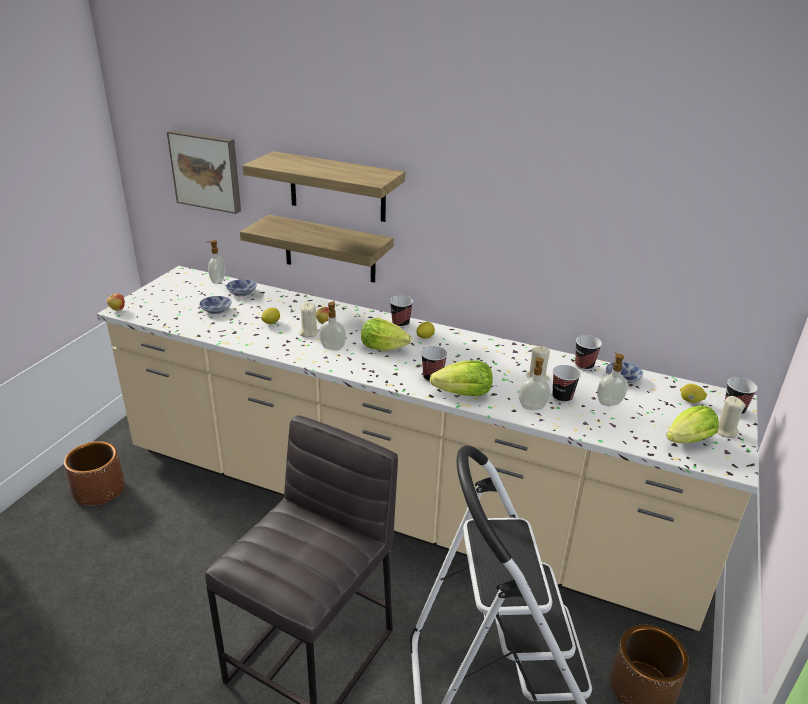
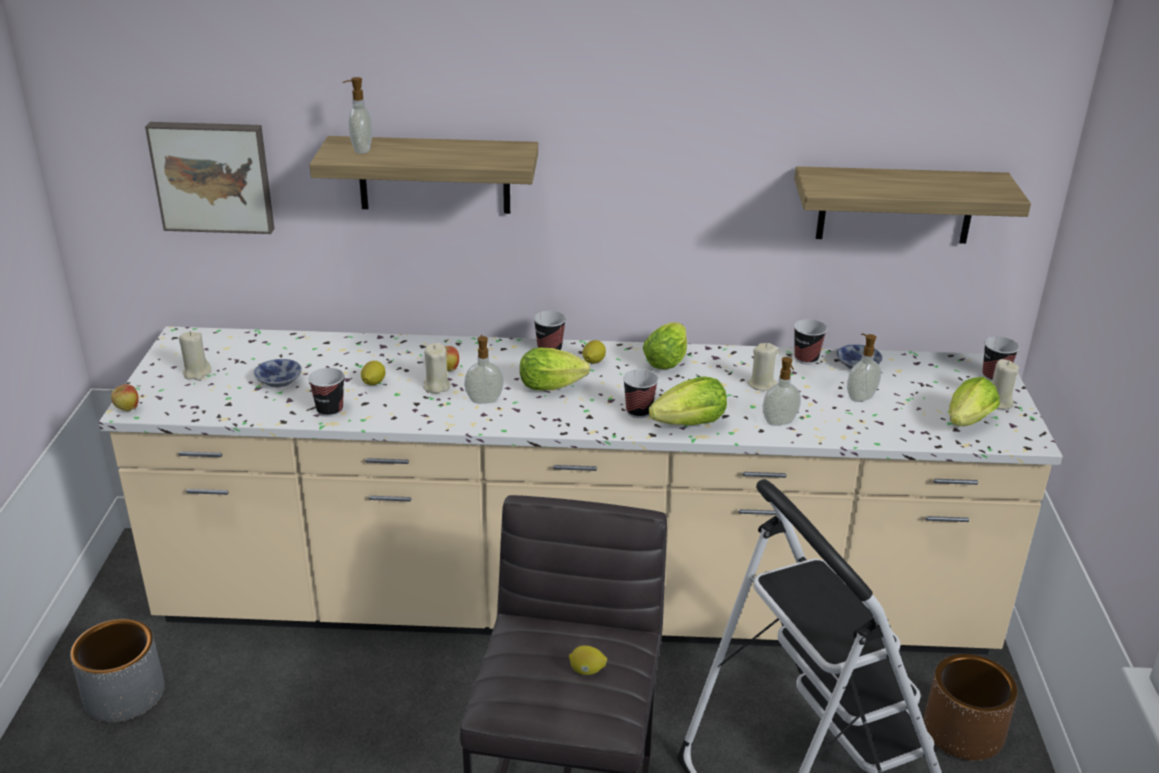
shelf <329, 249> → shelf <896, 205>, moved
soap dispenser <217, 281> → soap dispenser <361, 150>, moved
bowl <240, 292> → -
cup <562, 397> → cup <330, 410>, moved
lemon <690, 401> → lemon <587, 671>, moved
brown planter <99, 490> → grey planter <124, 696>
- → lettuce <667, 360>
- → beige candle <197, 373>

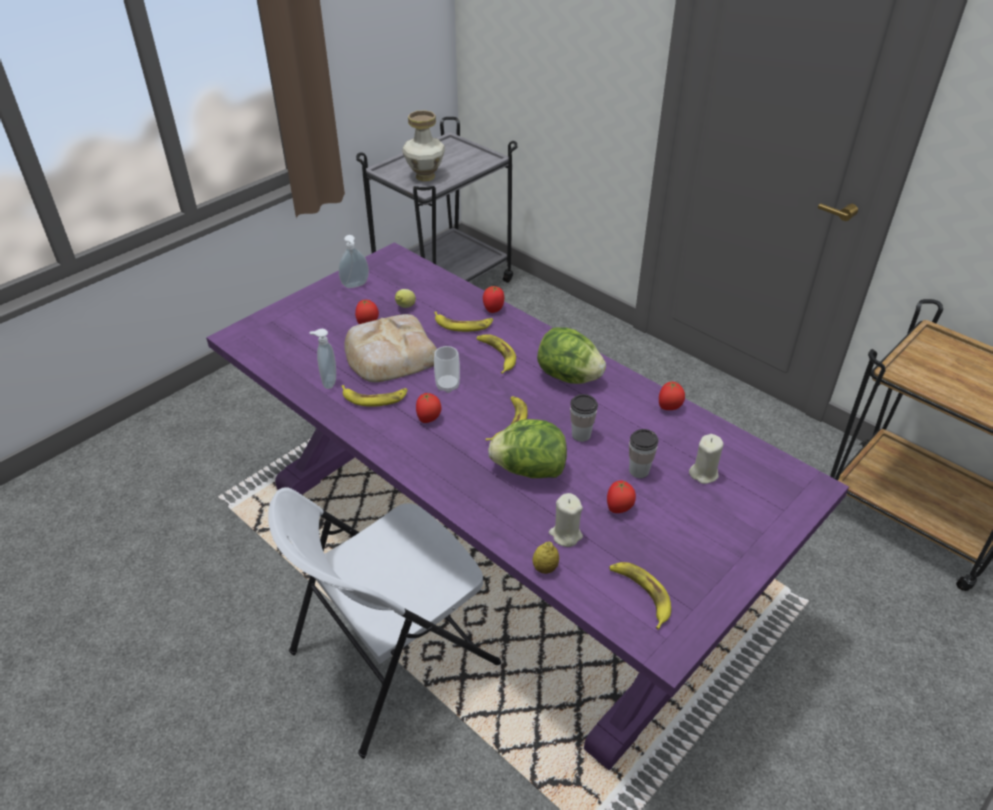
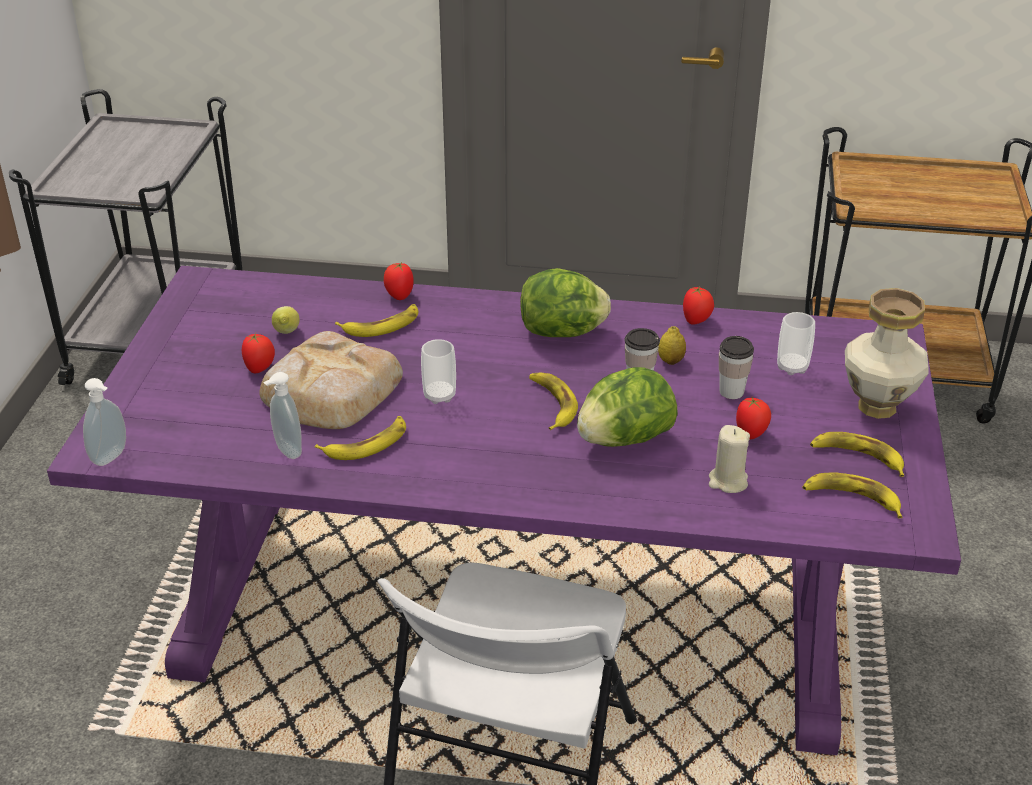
vase <426, 176> → vase <877, 406>, moved
soap dispenser <356, 286> → soap dispenser <112, 457>, moved
banana <496, 355> → banana <857, 457>, moved
tomato <429, 419> → -
beige candle <703, 473> → cup <792, 367>
lemon <545, 568> → lemon <671, 361>, moved

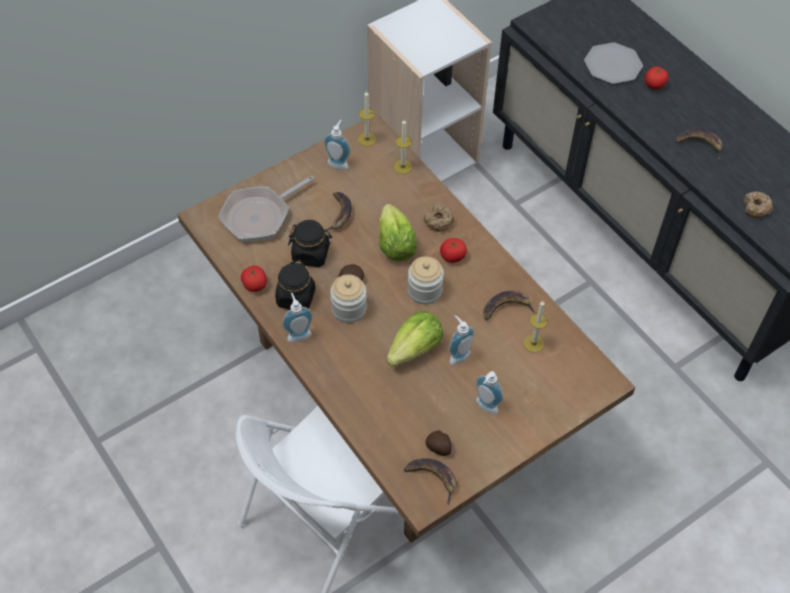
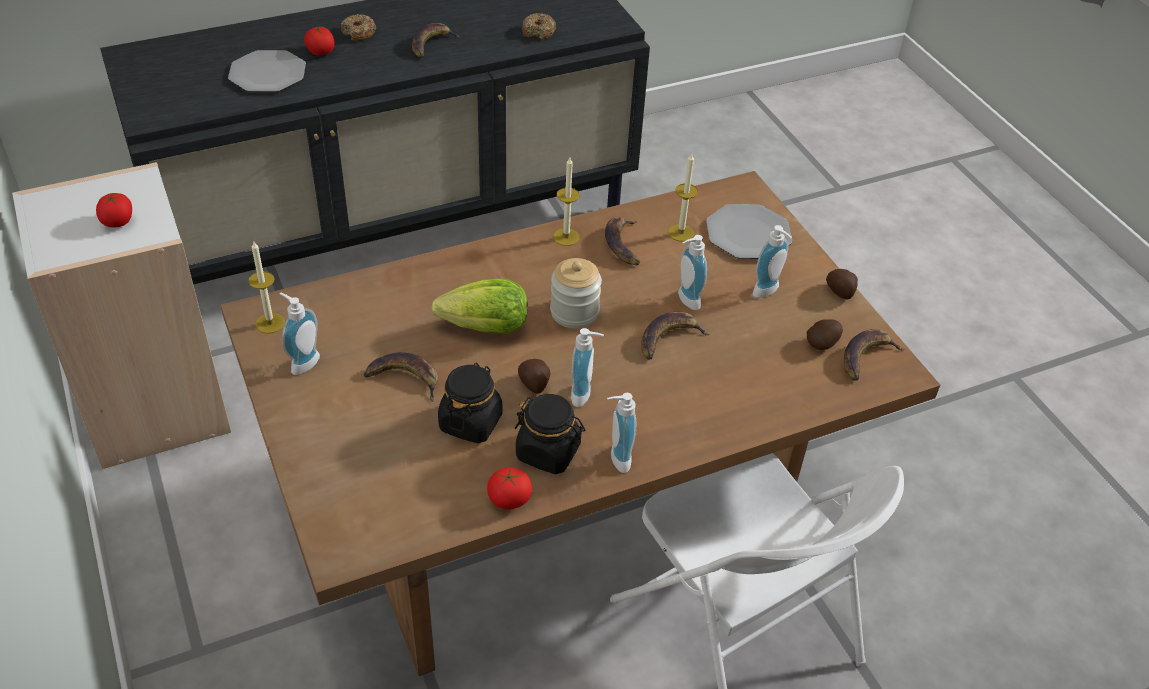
candle <403, 167> → candle <566, 237>, moved
frying pan <260, 216> → -
donut <438, 221> → donut <359, 33>, moved
tomato <452, 256> → tomato <118, 221>, moved
jar <349, 309> → soap dispenser <585, 395>
lettuce <415, 349> → banana <668, 338>
- → plate <748, 234>
- → potato <840, 292>

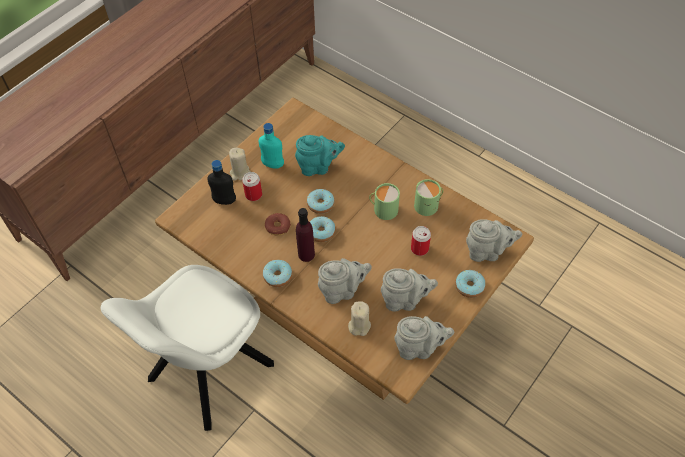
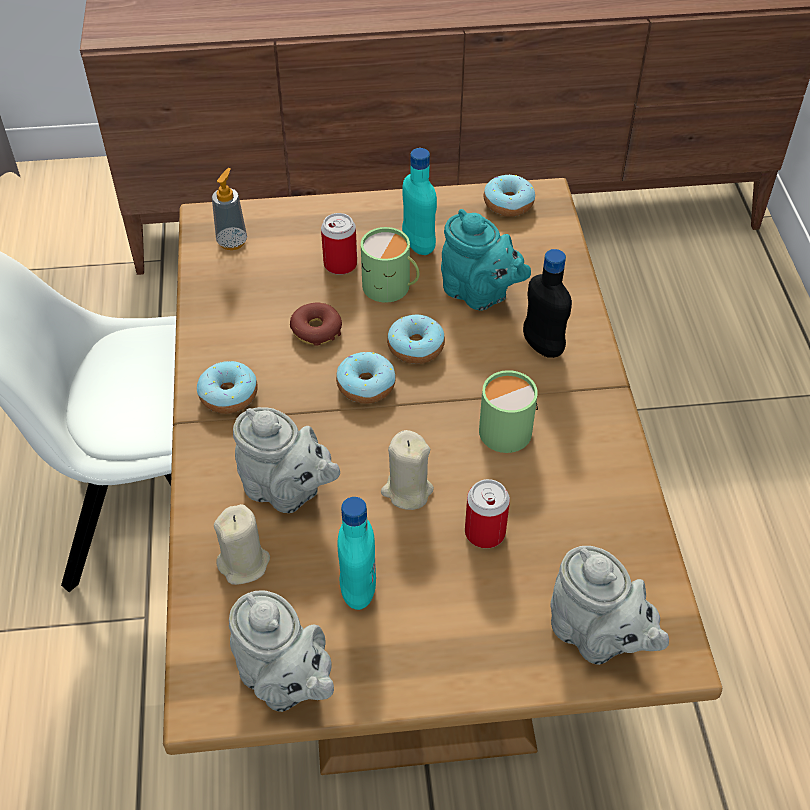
beige candle <240, 173> → beige candle <407, 491>, moved
black bottle <224, 201> → black bottle <542, 346>, moved
green mug <428, 205> → green mug <391, 287>, moved
purple bottle <306, 254> → -
grey teapot <404, 300> → turquoise bottle <358, 589>
donut <469, 286> → donut <508, 203>, moved
- → soap dispenser <232, 241>

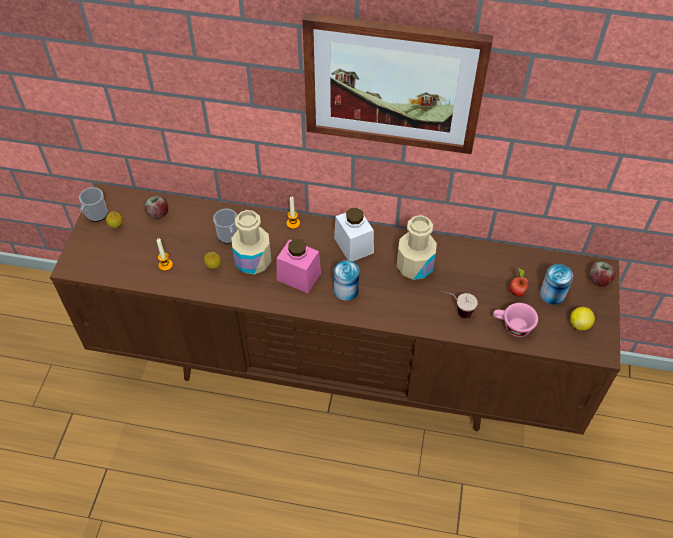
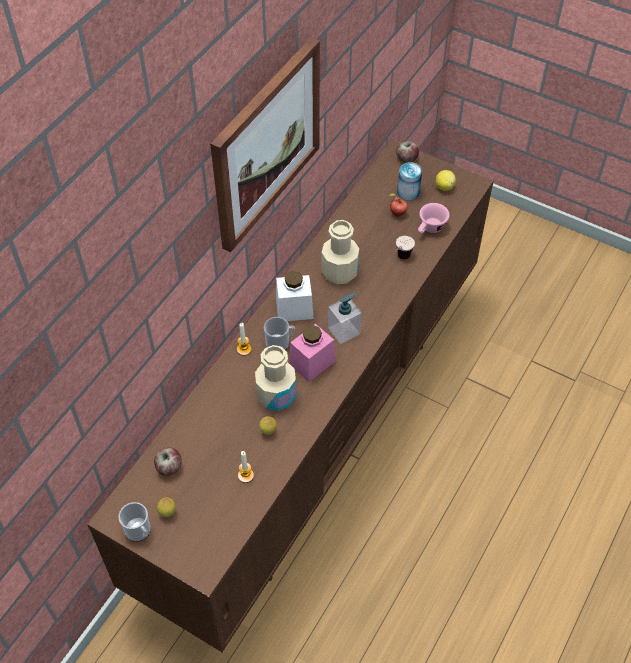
mug <229, 237> → mug <280, 344>, moved
can <346, 290> → soap dispenser <344, 331>

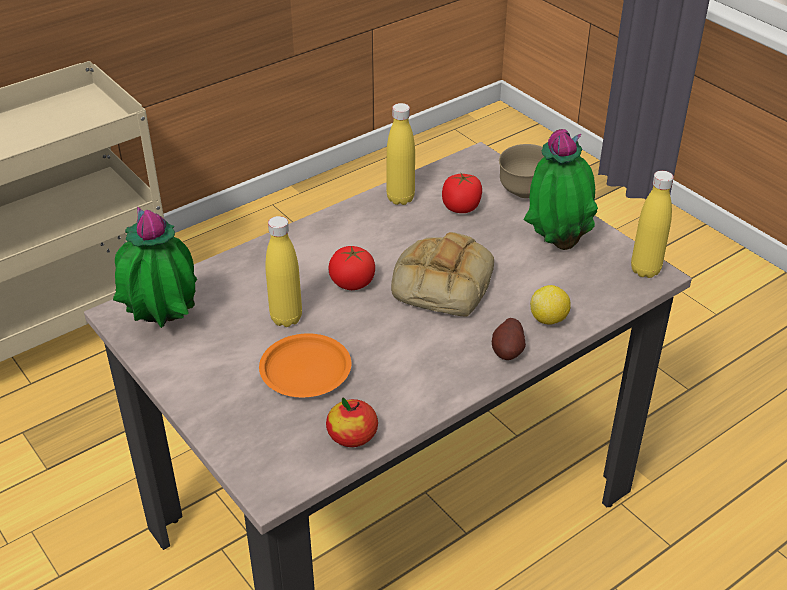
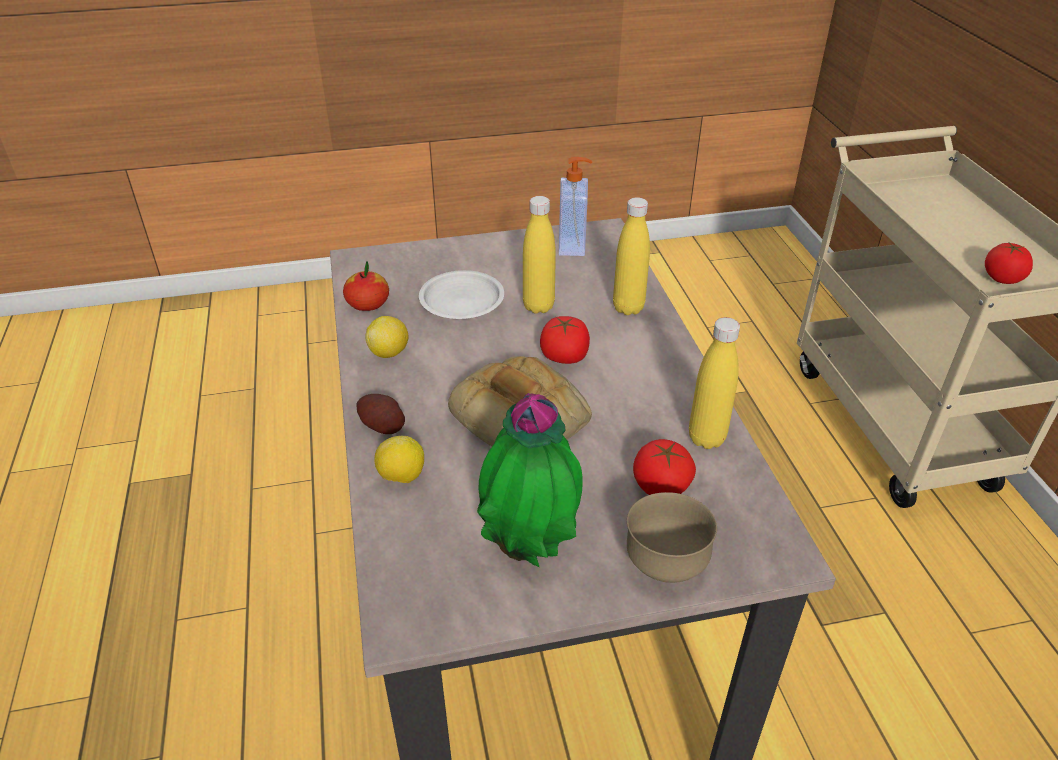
yellow bottle <645, 270> → yellow bottle <628, 308>, moved
potted plant <163, 326> → soap dispenser <573, 246>
orange plate <306, 370> → white plate <462, 301>
- → tomato <1002, 278>
- → lemon <389, 353>

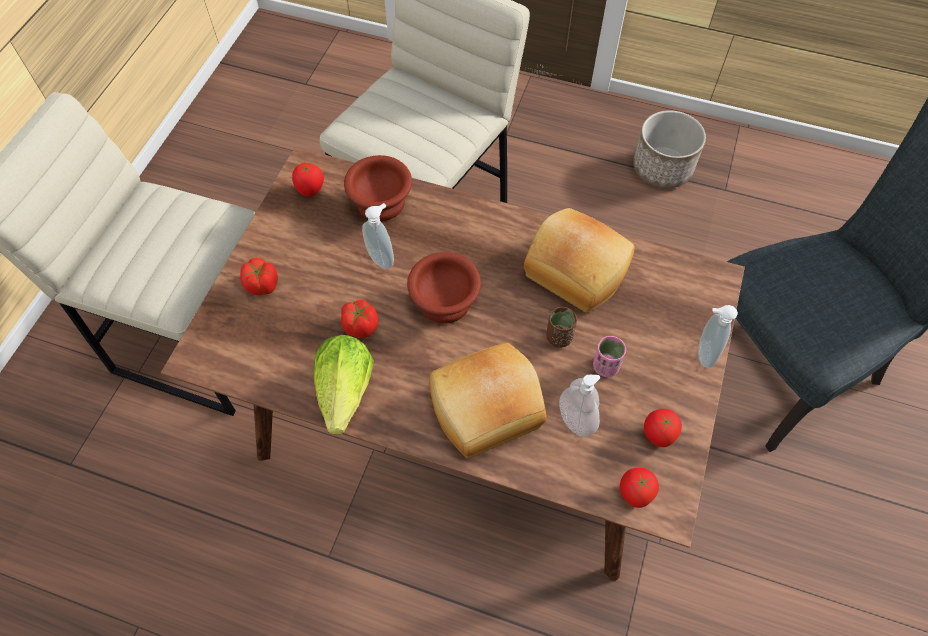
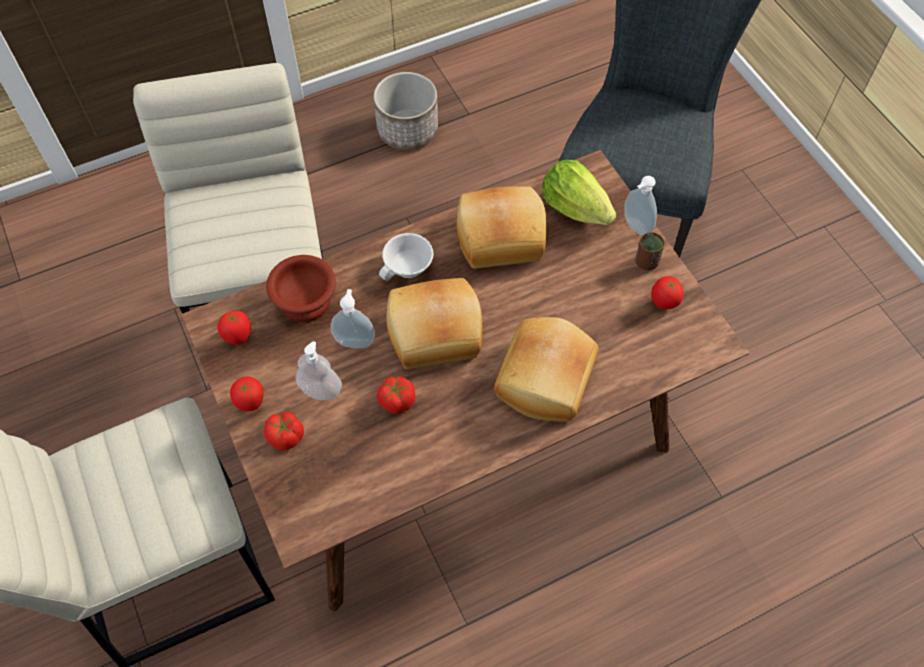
brown bowl <442, 302> → bread <435, 335>
brown cup <559, 337> → brown cup <646, 262>, moved
lettuce <345, 391> → lettuce <575, 207>, moved
pink cup <605, 366> → -
soap dispenser <576, 419> → soap dispenser <320, 389>, moved
tomato <634, 494> → tomato <250, 403>, moved
- → white cup <408, 268>

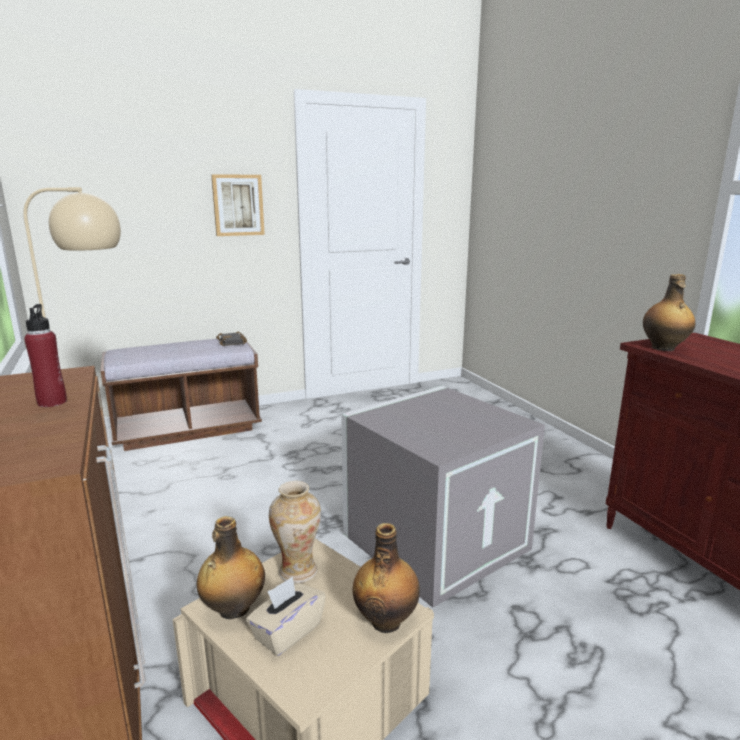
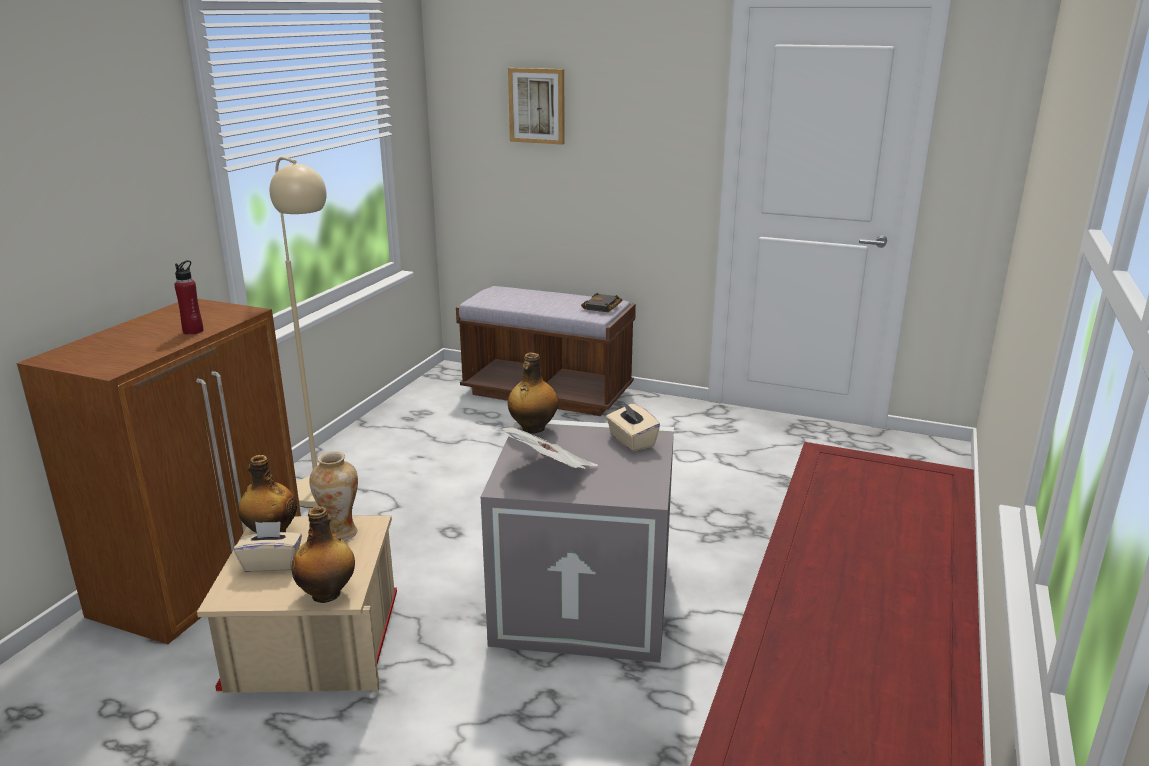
picture <238, 205> → picture <537, 105>, moved
bottle <663, 348> → bottle <532, 429>, moved
- → beige tissue box <631, 441>
- → newspaper <551, 471>

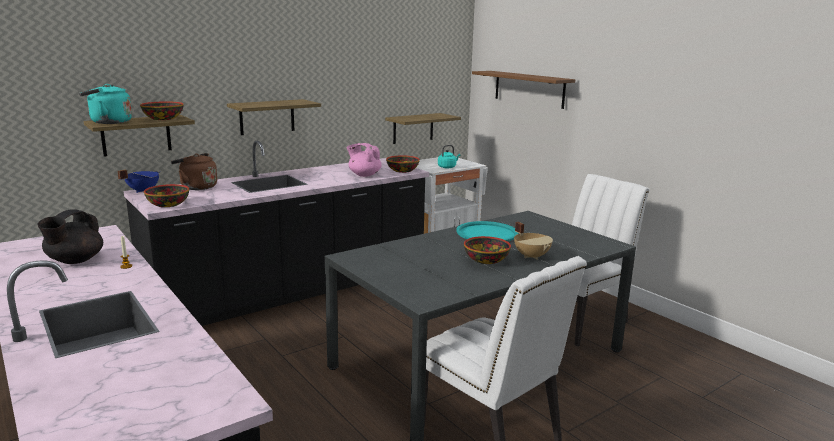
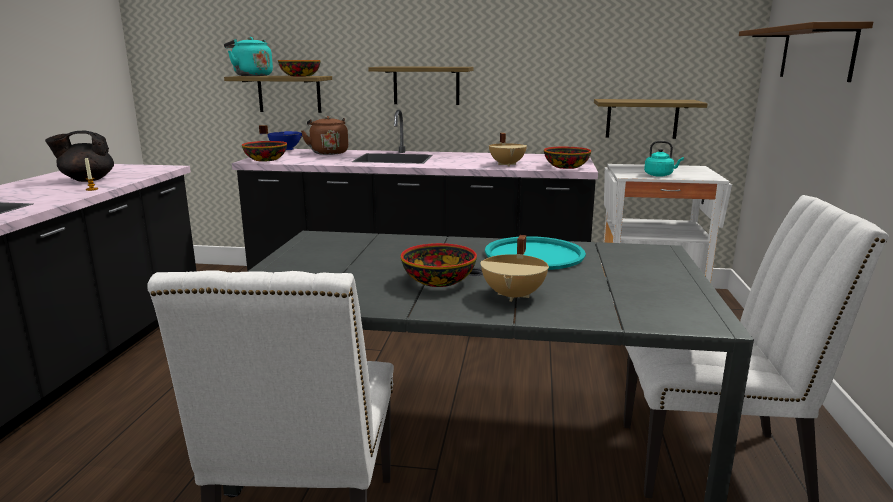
pink teapot <364, 175> → beige cooking pot <507, 164>

